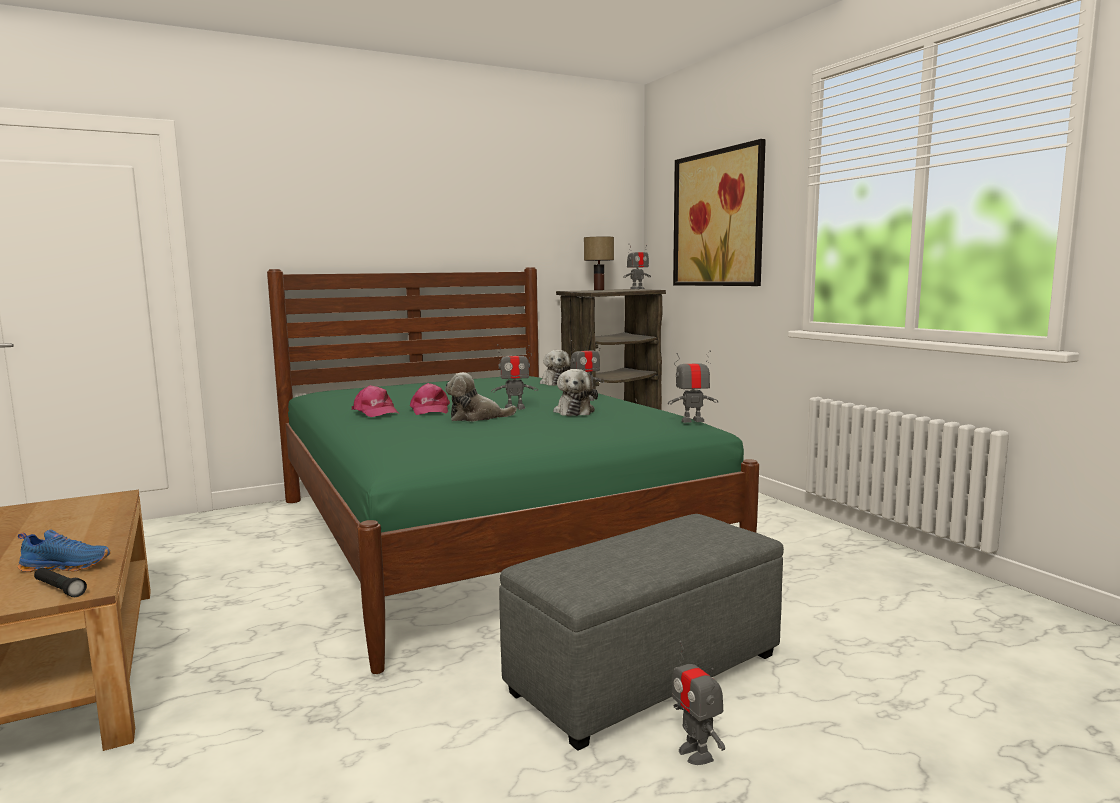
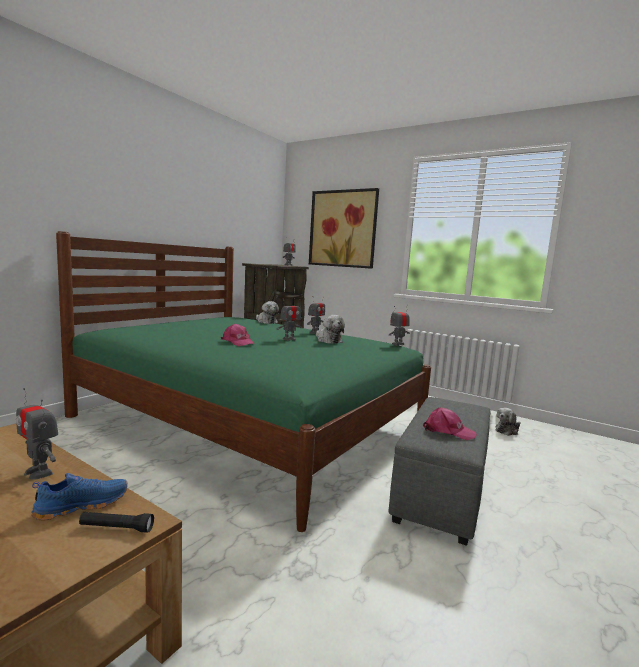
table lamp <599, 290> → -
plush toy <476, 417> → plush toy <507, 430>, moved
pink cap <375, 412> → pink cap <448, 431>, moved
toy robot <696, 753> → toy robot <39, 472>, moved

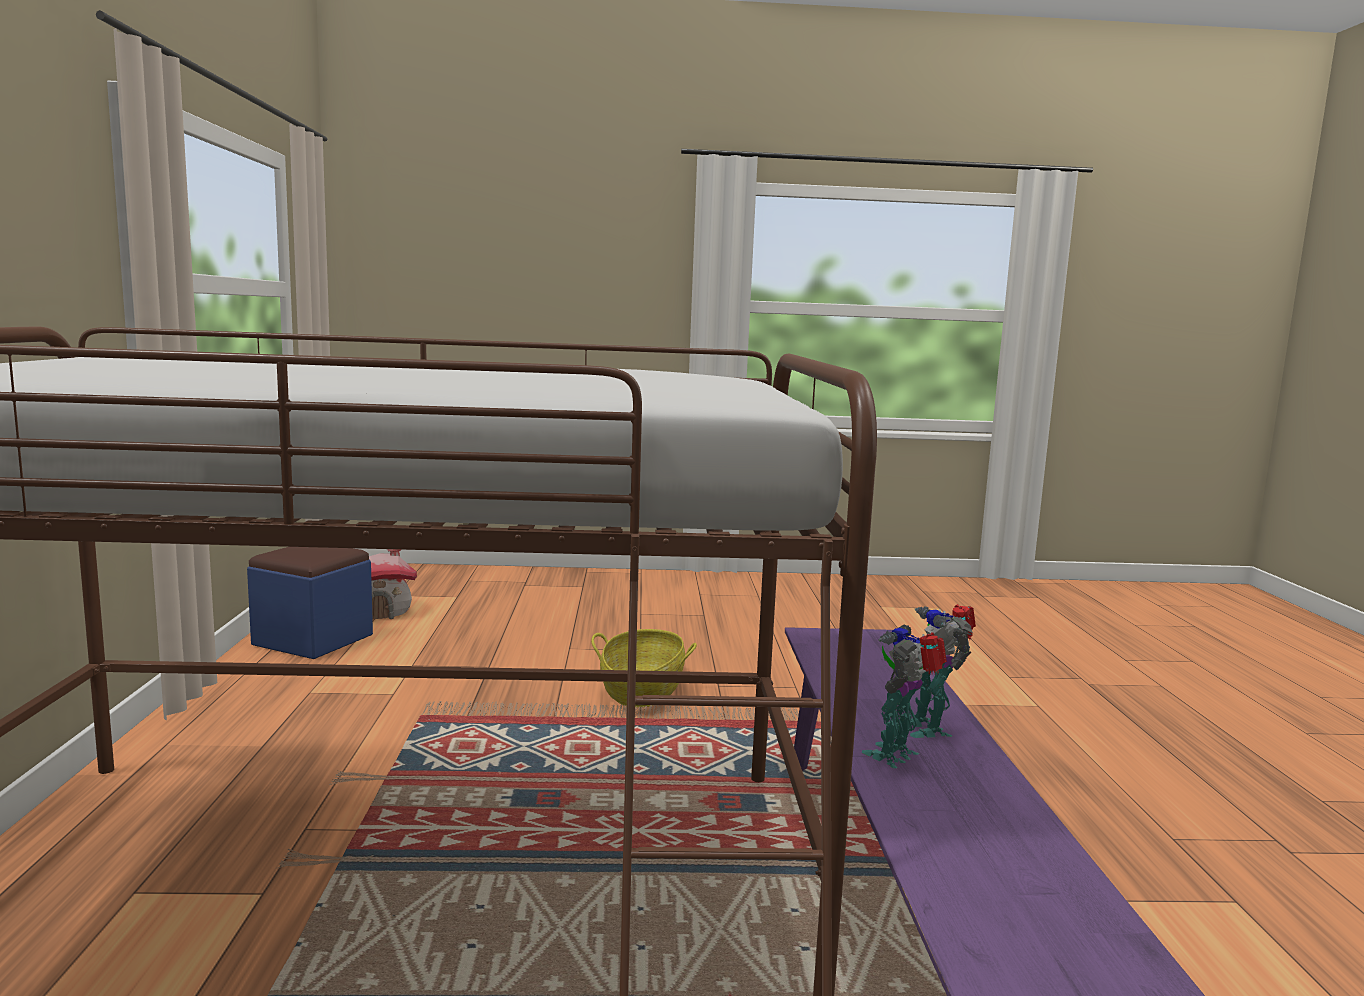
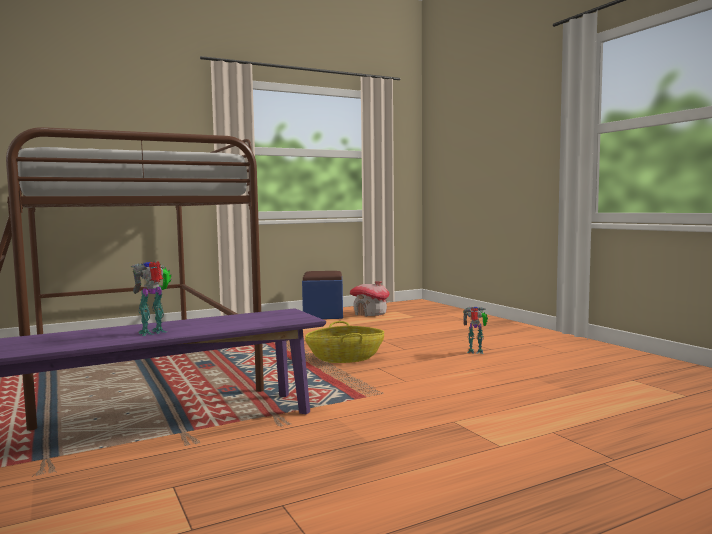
toy robot <896, 755> → toy robot <476, 352>, moved

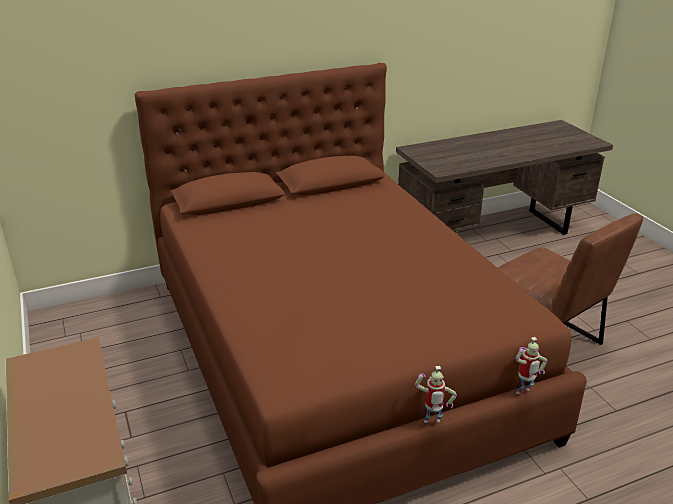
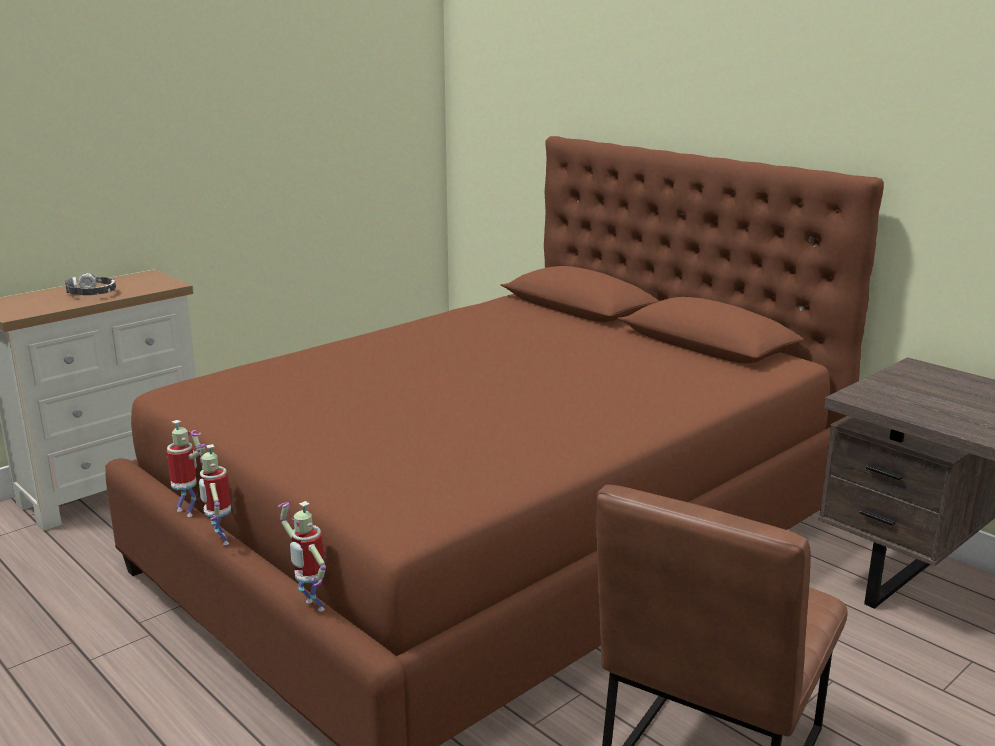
- → headphones <92, 294>
- → toy robot <188, 511>

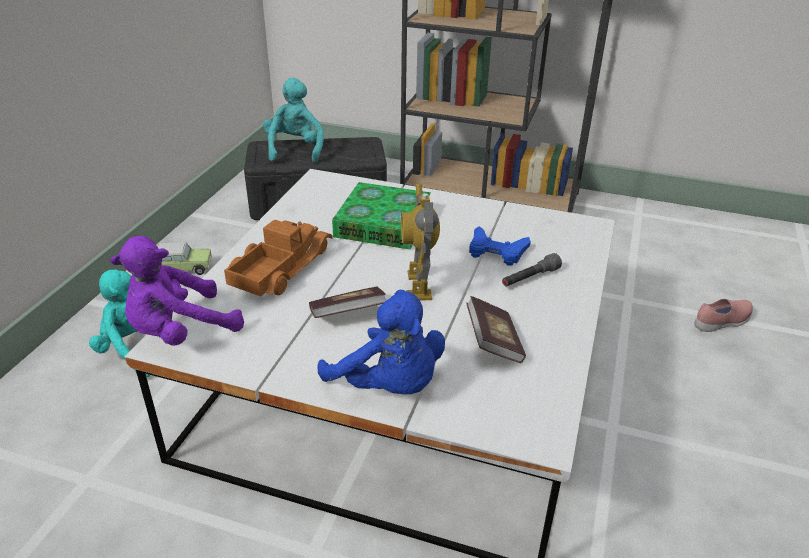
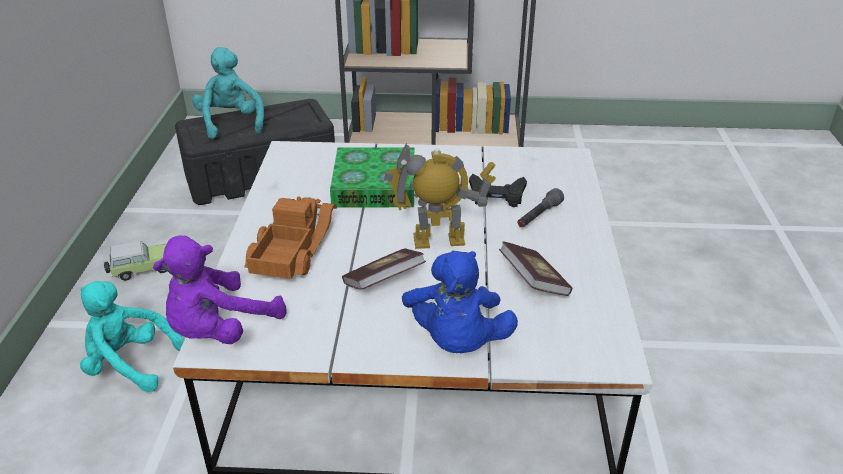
toy robot <418, 285> → toy robot <438, 241>, 105 degrees clockwise
blue game controller <496, 251> → black game controller <496, 195>
blue plush toy <389, 386> → blue plush toy <456, 341>, 60 degrees clockwise
pink shoe <722, 322> → -

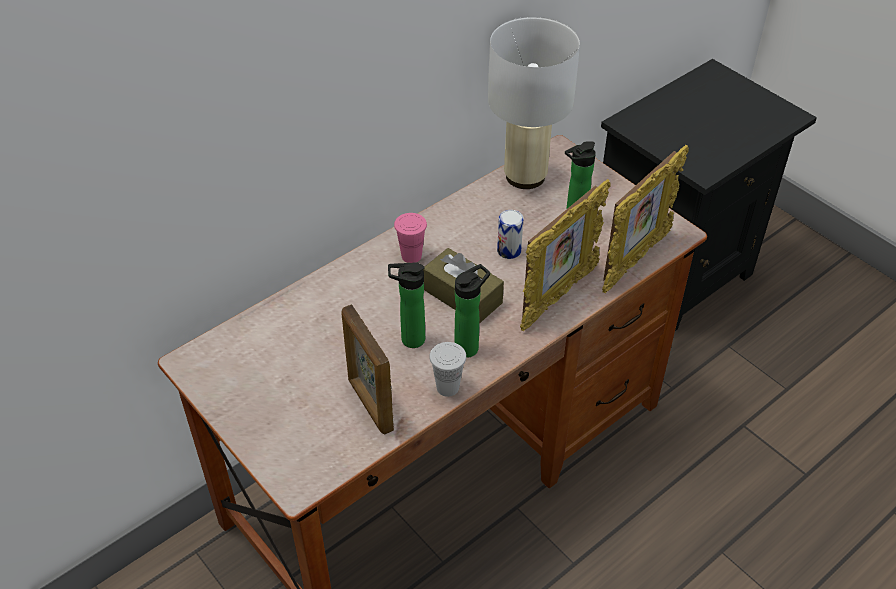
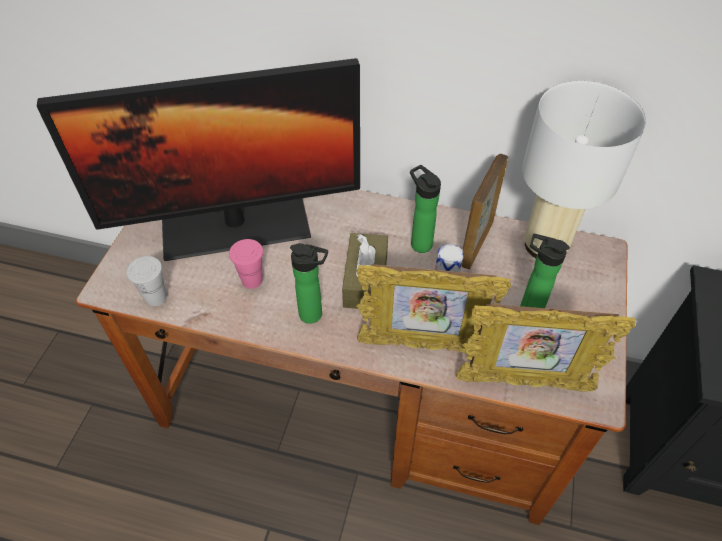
pink cup <411, 256> → pink cup <252, 280>, moved
bottle <409, 339> → bottle <419, 243>, moved
picture frame <370, 405> → picture frame <476, 244>, moved
white cup <447, 387> → white cup <156, 297>, moved
- → monitor <235, 225>

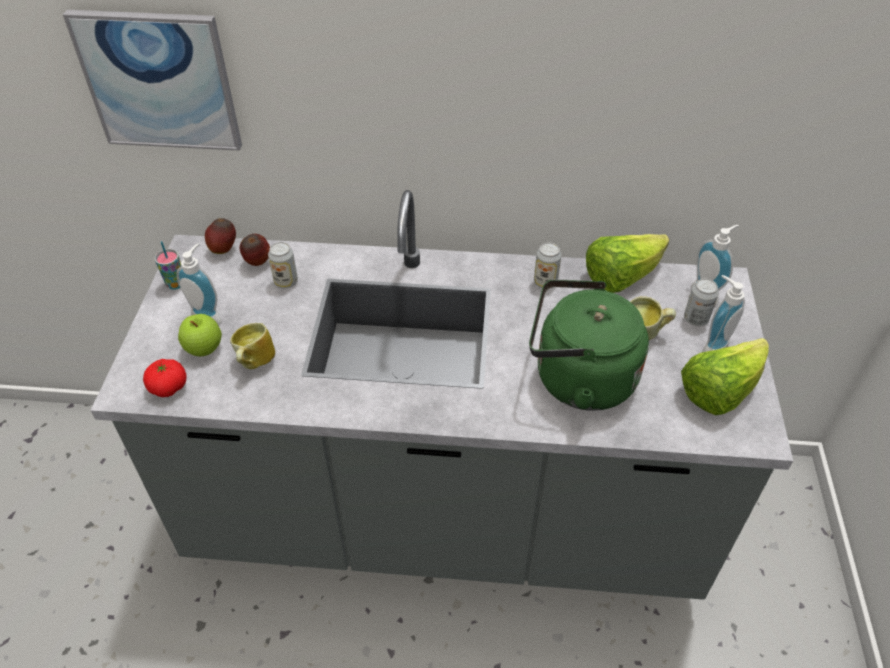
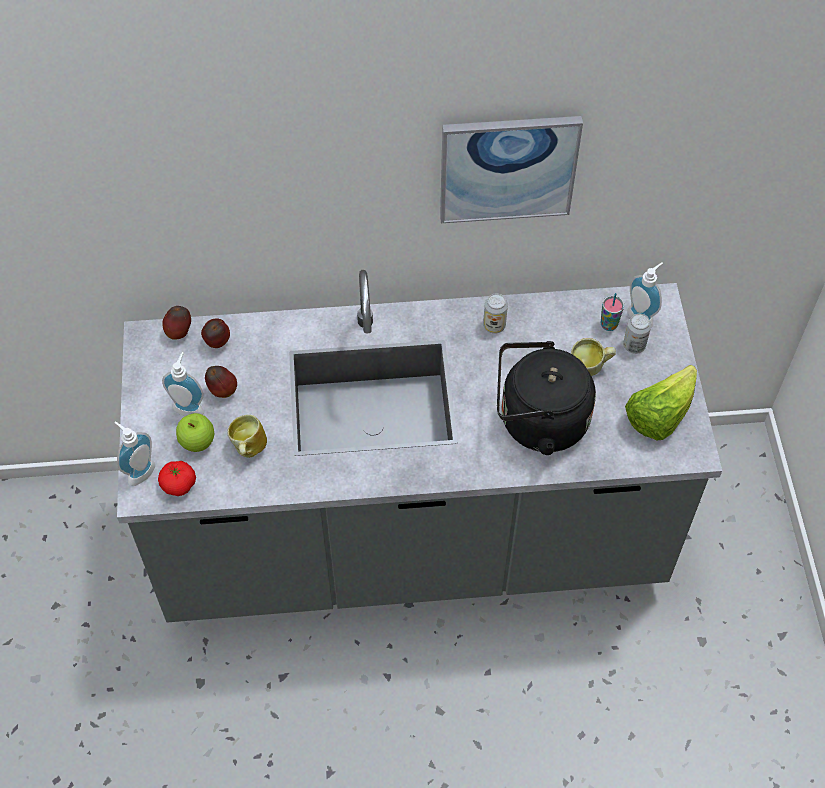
picture <159, 81> → picture <508, 168>, moved
lettuce <621, 277> → -
cup <175, 284> → cup <609, 325>, moved
can <286, 282> → -
soap dispenser <711, 346> → soap dispenser <139, 471>, moved
green kettle <578, 379> → black kettle <537, 422>
- → apple <222, 391>

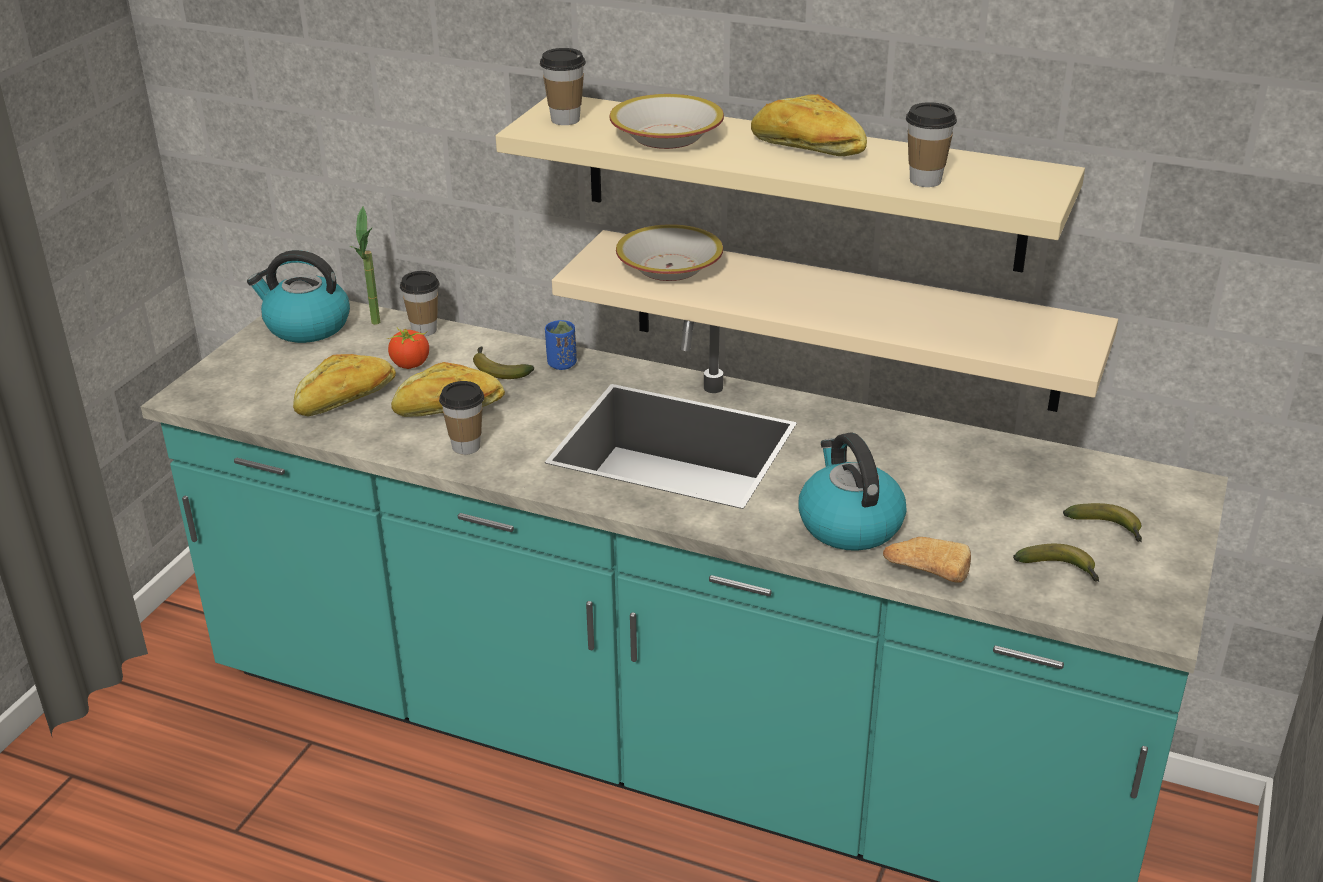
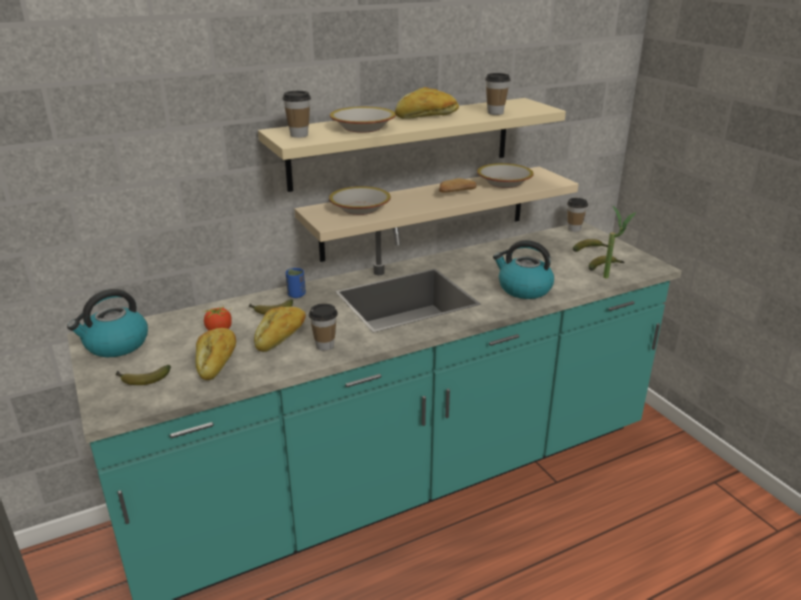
potted plant <376, 326> → potted plant <611, 278>, moved
cup <424, 330> → cup <574, 229>, moved
bread <925, 571> → bread <453, 194>, moved
- → bowl <504, 183>
- → banana <142, 379>

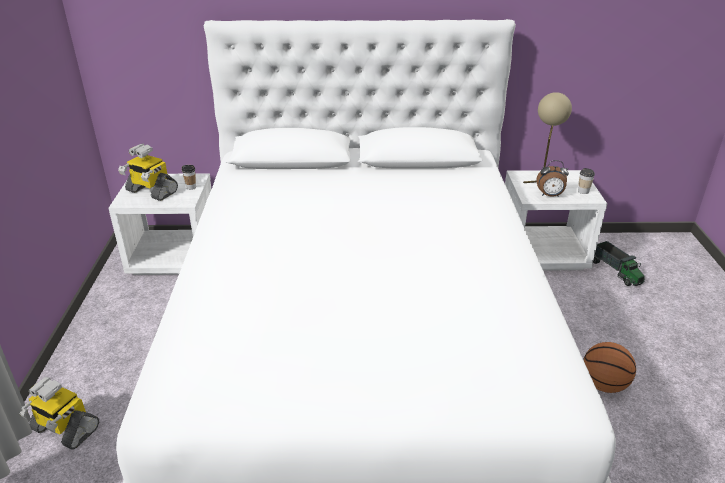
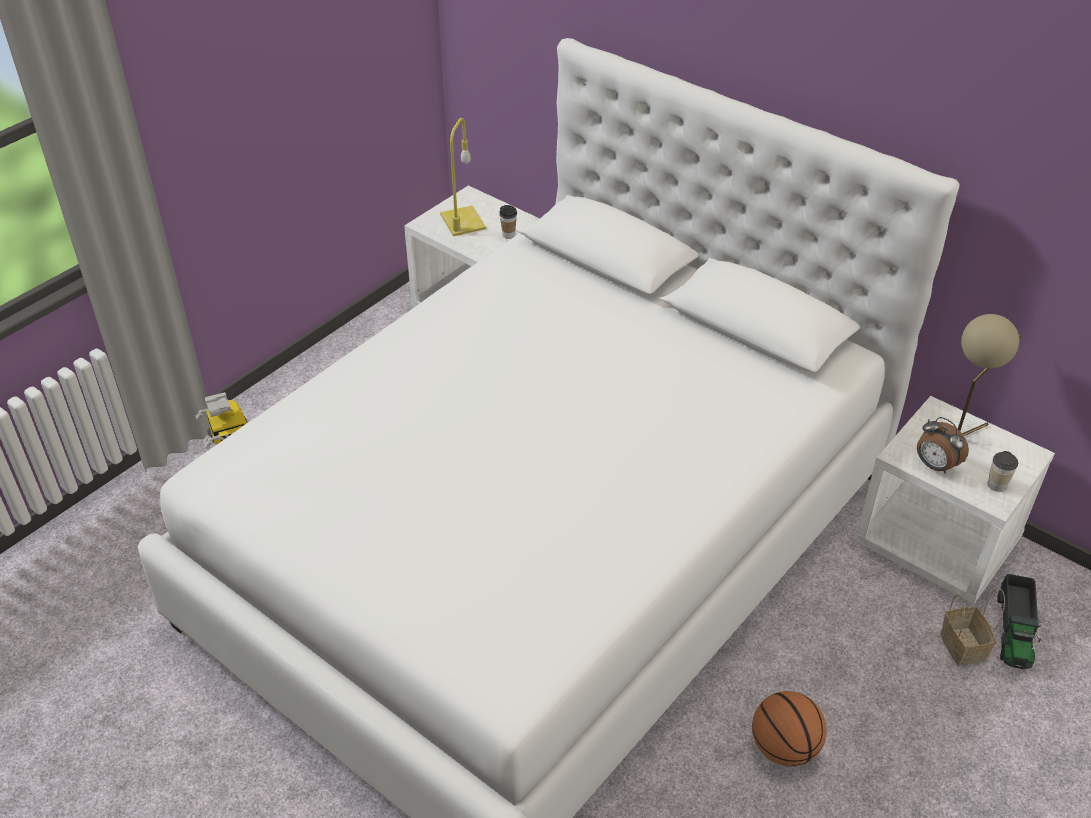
toy robot <151, 191> → yellow table lamp <463, 222>
- → basket <961, 645>

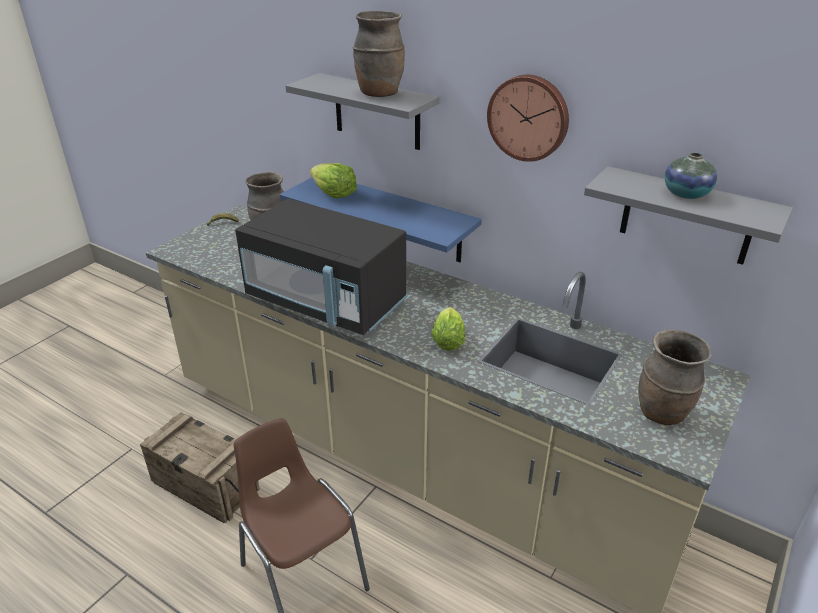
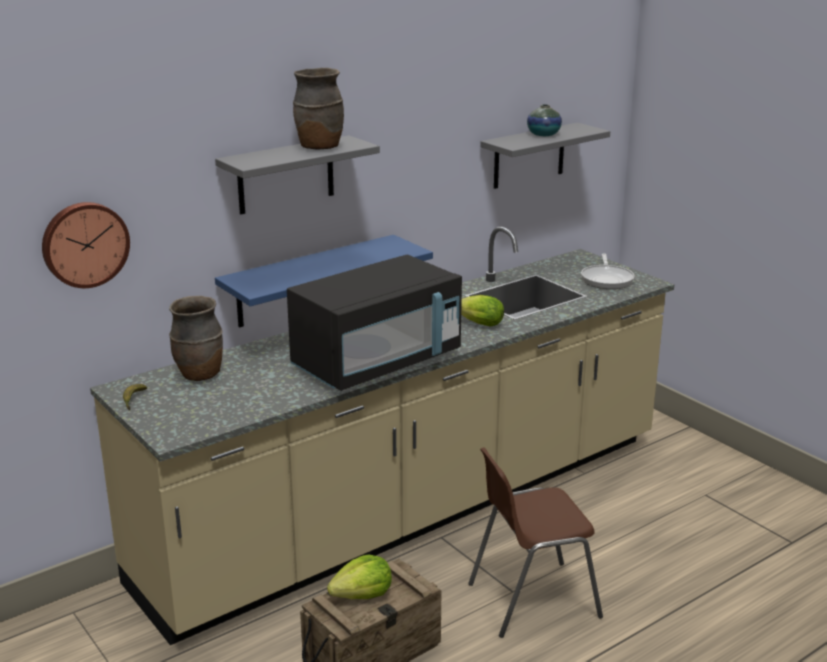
wall clock <529, 117> → wall clock <84, 244>, moved
lettuce <333, 194> → lettuce <363, 595>, moved
brown vase <662, 414> → frying pan <607, 279>

